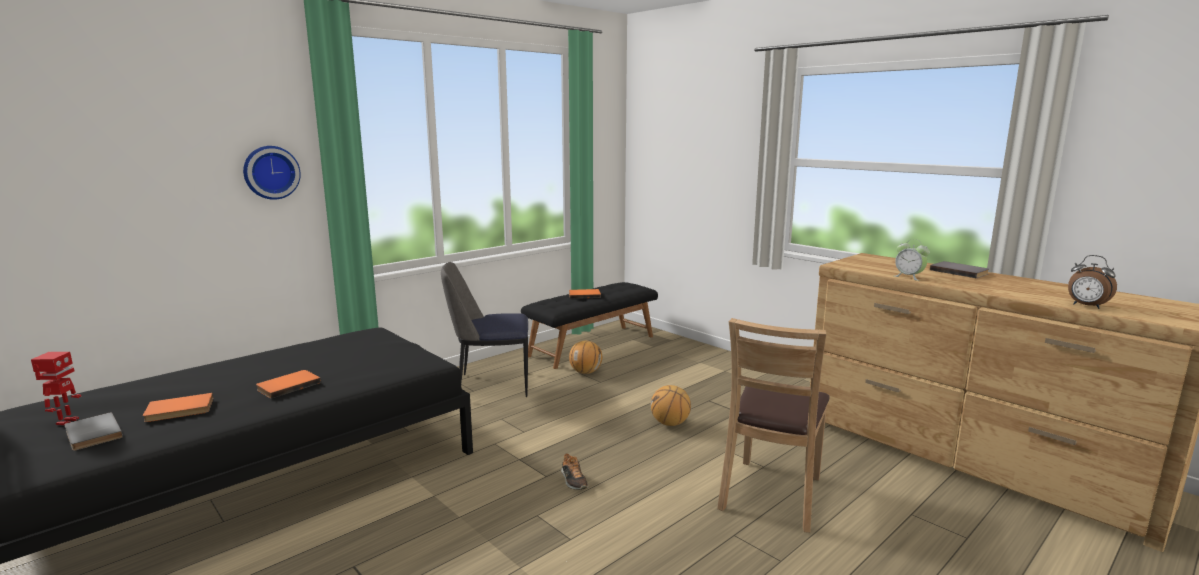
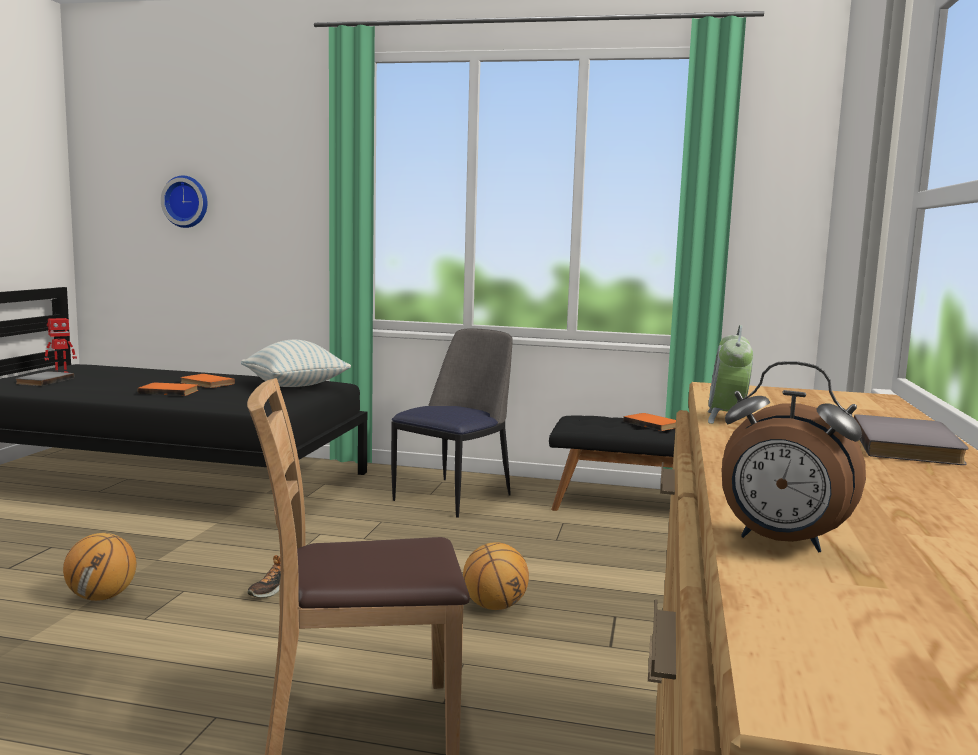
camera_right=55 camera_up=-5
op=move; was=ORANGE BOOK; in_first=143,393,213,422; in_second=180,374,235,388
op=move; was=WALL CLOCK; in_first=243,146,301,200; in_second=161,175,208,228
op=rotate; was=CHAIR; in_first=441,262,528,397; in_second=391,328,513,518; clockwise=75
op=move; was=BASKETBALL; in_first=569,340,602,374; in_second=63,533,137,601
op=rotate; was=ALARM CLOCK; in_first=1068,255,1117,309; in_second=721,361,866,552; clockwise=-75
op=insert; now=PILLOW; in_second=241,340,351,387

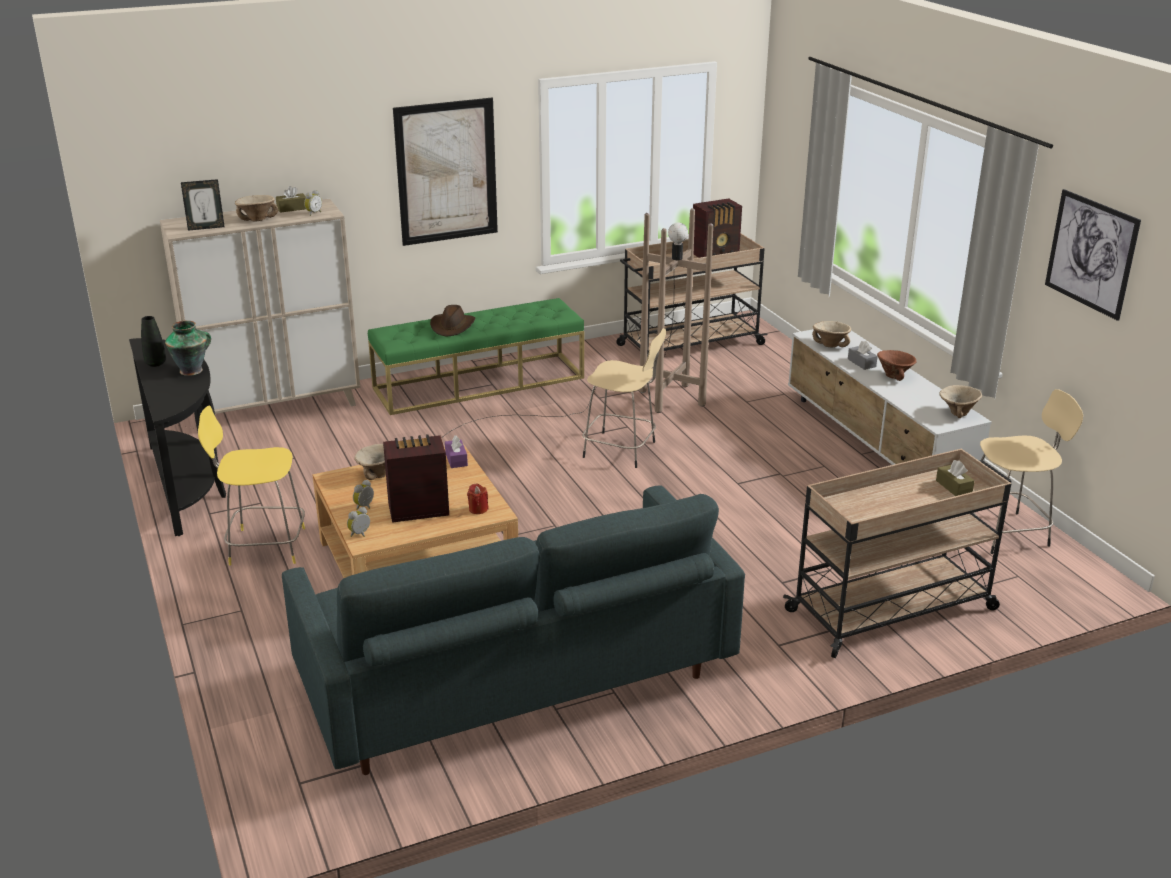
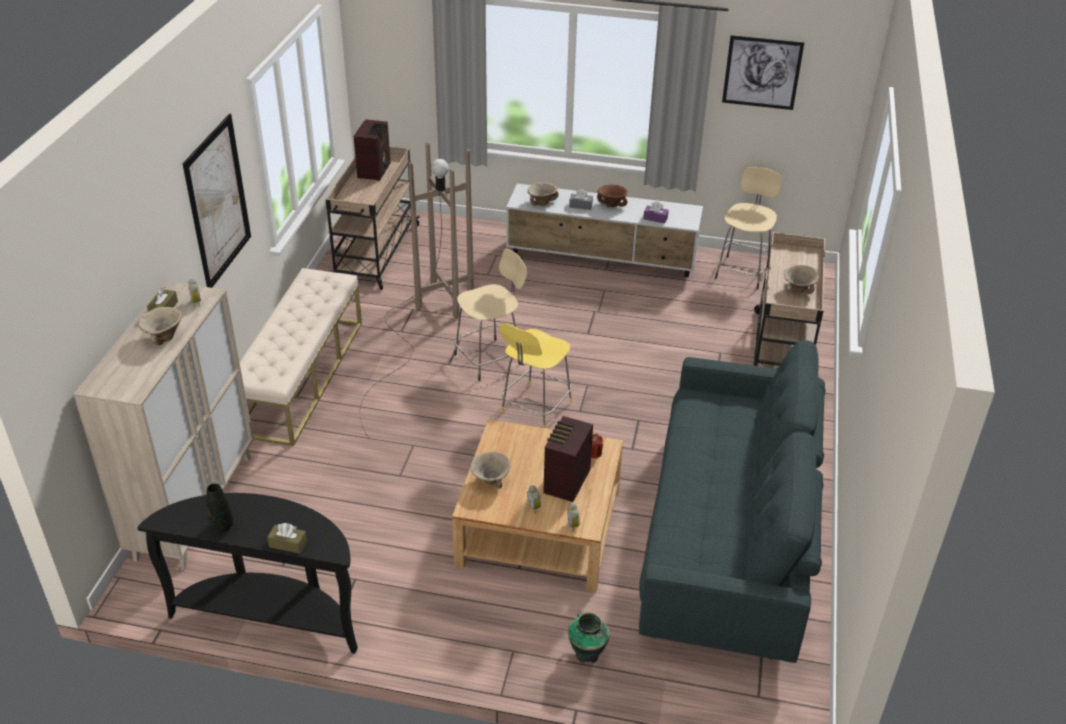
camera_right=-55 camera_up=10
op=move; was=VASE; in_first=165,320,211,376; in_second=568,613,610,665
op=delete; was=PICTURE FRAME; in_first=181,179,225,231
op=move; was=YELLOW STOOL; in_first=198,405,305,565; in_second=499,323,572,428
op=recolor; was=GREEN BENCH; now=BEIGE BENCH; in_first=368,298,584,415; in_second=239,268,362,446
op=delete; was=BROWN HAT; in_first=430,305,475,336
op=move; was=PURPLE TISSUE BOX; in_first=445,435,468,468; in_second=643,202,669,224
op=move; was=BROWN TISSUE BOX; in_first=936,460,975,496; in_second=267,523,307,554
op=move; was=BEIGE BOWL; in_first=939,385,982,418; in_second=784,265,819,294

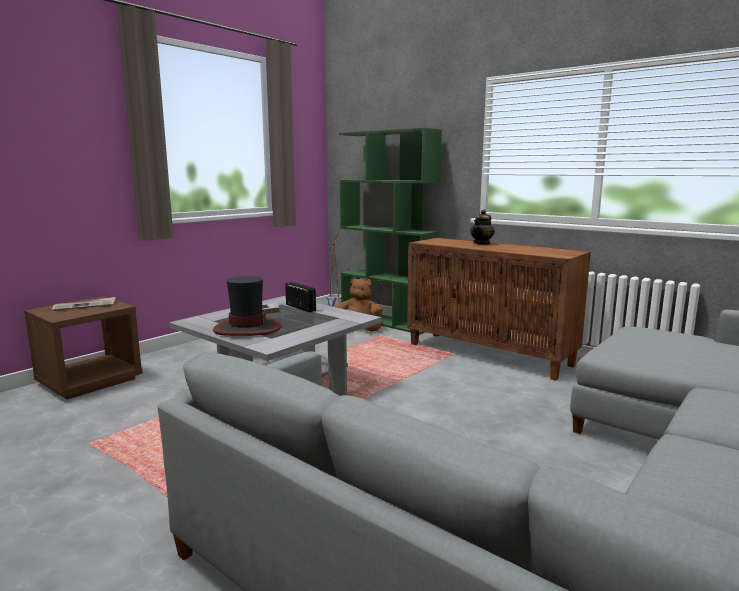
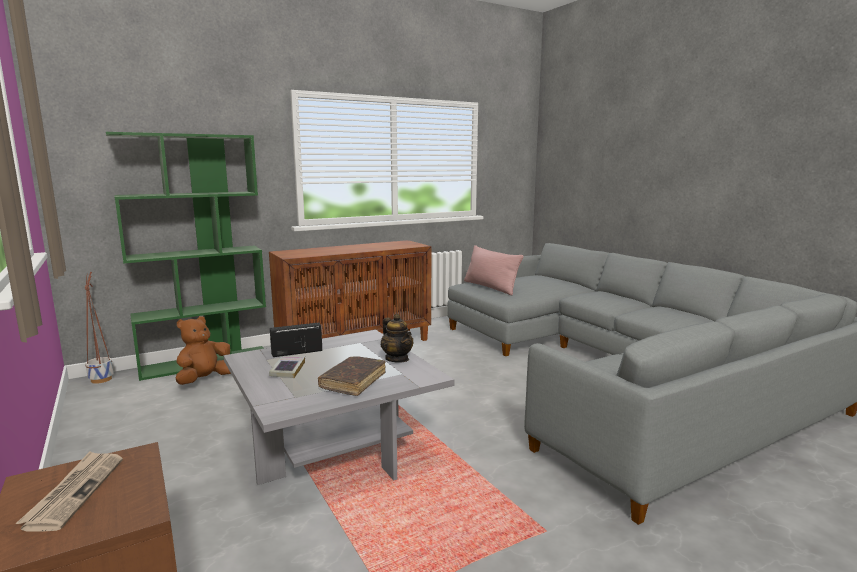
camera_right=-70 camera_up=0
op=replace; was=HAT; now=BROWN BOOK; in_first=213,276,281,336; in_second=318,356,386,396
op=move; was=TEAPOT; in_first=470,209,495,245; in_second=381,314,413,363
op=insert; now=PINK PILLOW; in_second=464,245,524,295

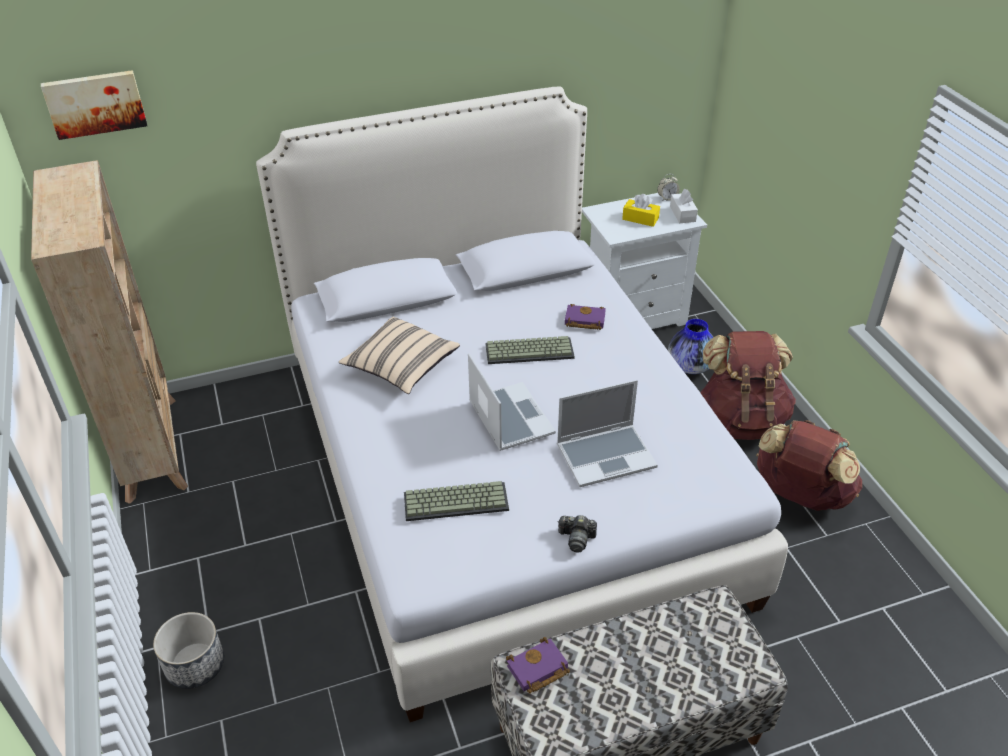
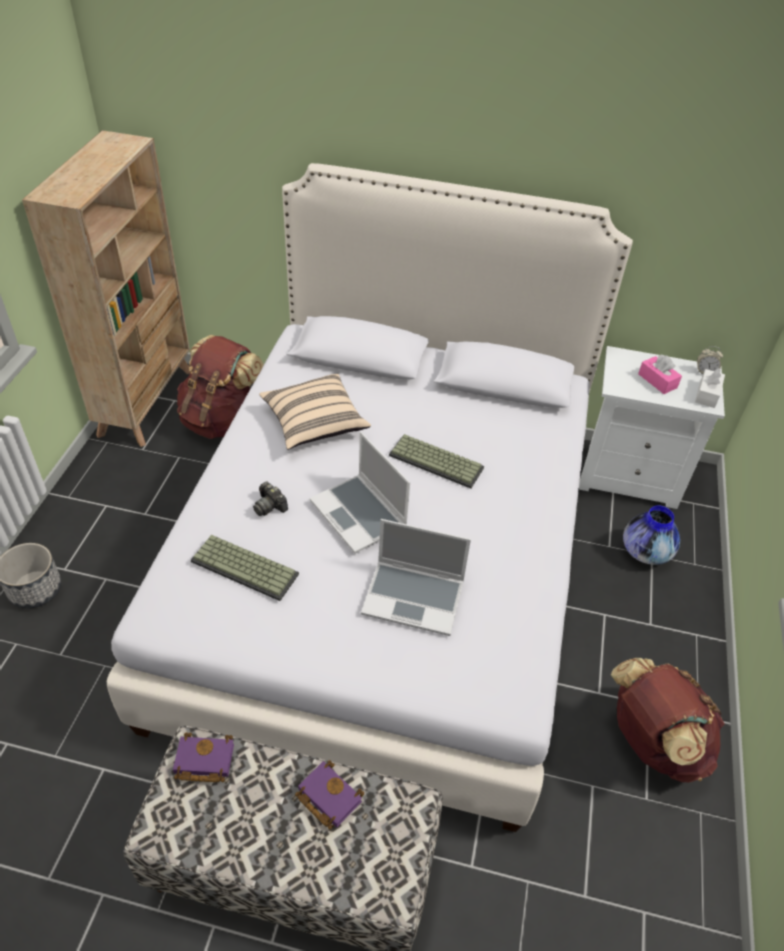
camera_right=30 camera_up=5
op=delete; was=PICTURE; in_first=41,70,147,140
op=rotate; was=LAPTOP; in_first=468,353,556,451; in_second=310,432,410,554; clockwise=135
op=move; was=PHOTO CAMERA; in_first=558,515,597,553; in_second=253,481,288,516
op=move; was=PURPLE BOOK; in_first=565,304,606,330; in_second=295,760,364,830
op=recolor; was=YELLOW TISSUE BOX; now=PINK TISSUE BOX; in_first=622,194,660,227; in_second=638,354,682,394
op=move; was=BROWN BACKPACK; in_first=700,331,796,440; in_second=177,335,264,439

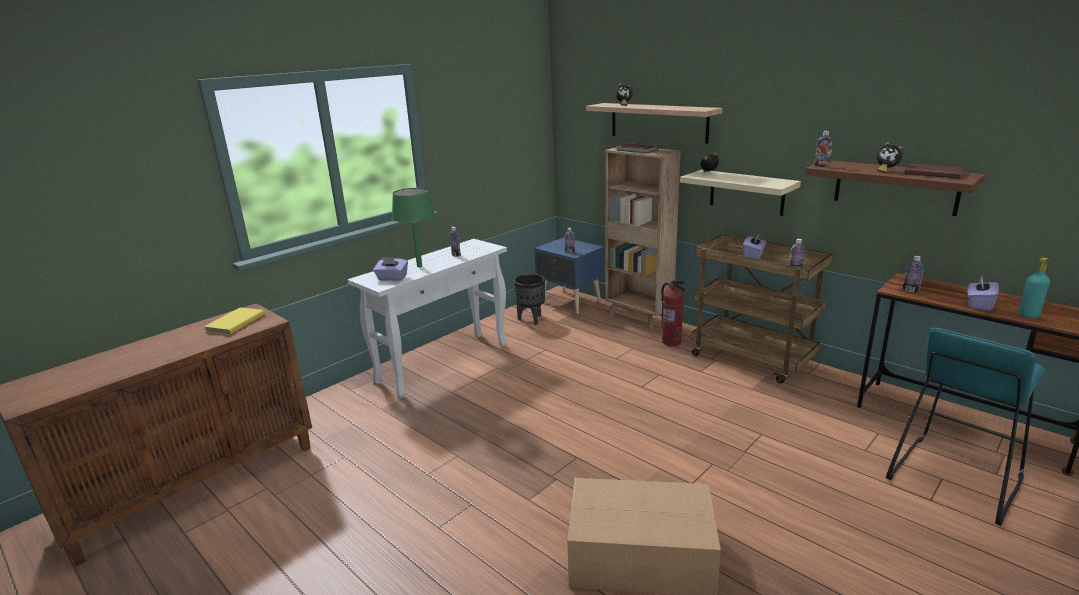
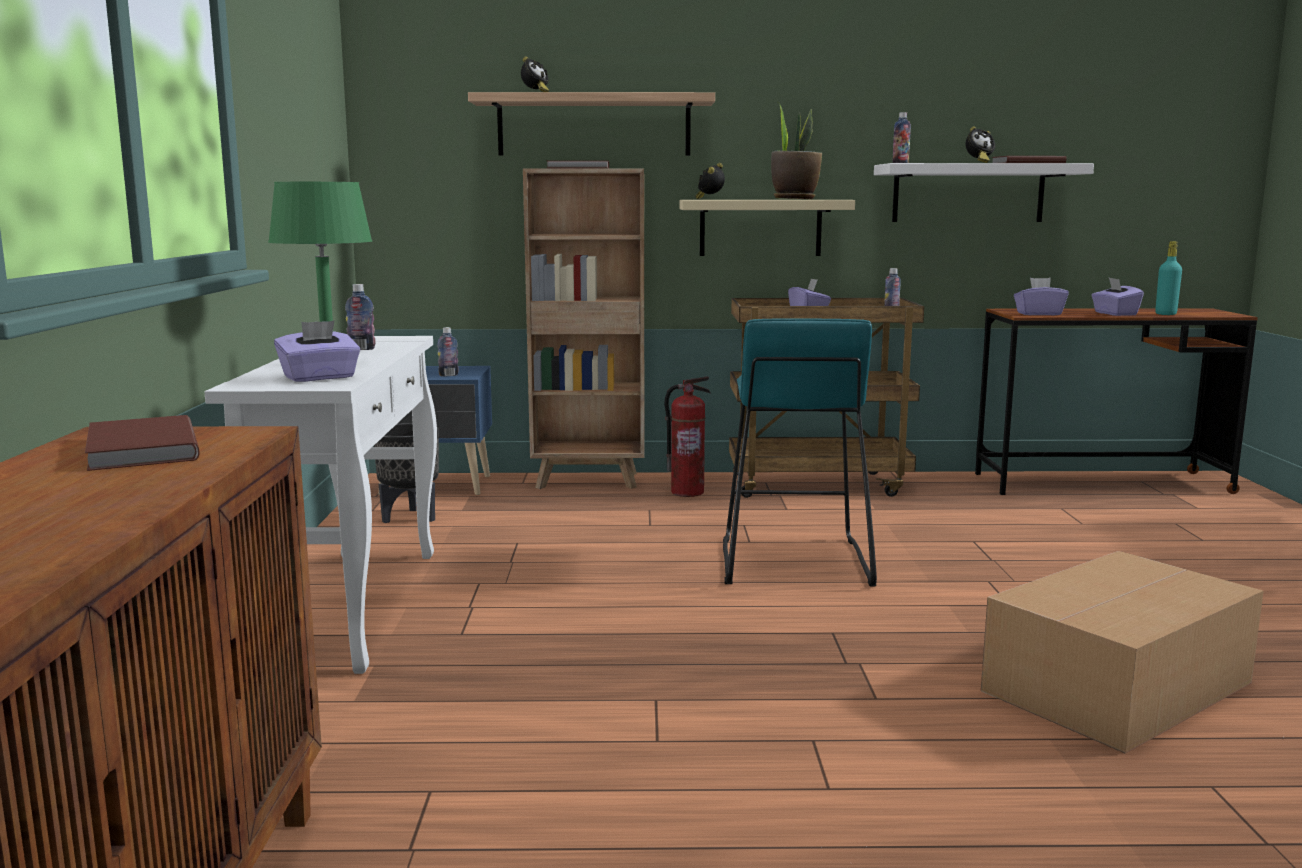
camera_right=-45 camera_up=-10
op=recolor; was=YELLOW BOOK; now=BROWN BOOK; in_first=204,307,265,335; in_second=85,415,200,471
op=recolor; was=BROWN SHELF; now=WHITE SHELF; in_first=805,160,986,216; in_second=874,163,1094,222
op=move; was=TURQUOISE STOOL; in_first=886,328,1045,526; in_second=723,318,877,586
op=replace; was=BOTTLE; now=PURPLE TISSUE BOX; in_first=903,256,924,293; in_second=1014,278,1069,315
op=insert; now=POTTED PLANT; in_second=771,102,822,199

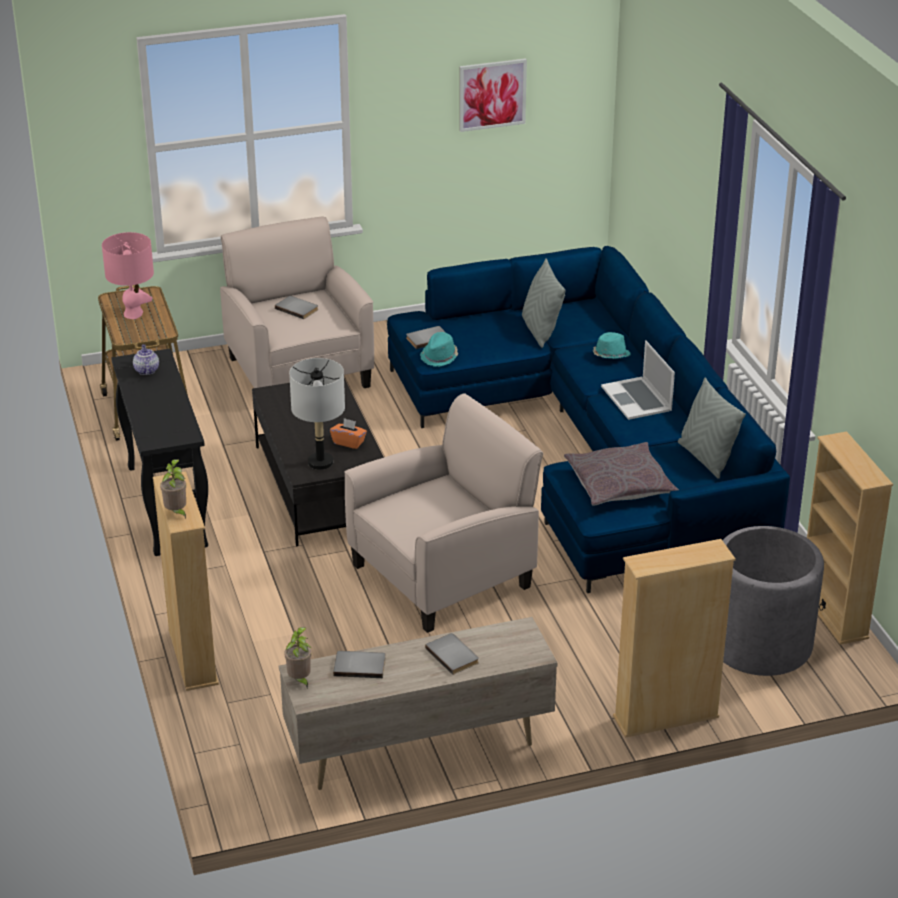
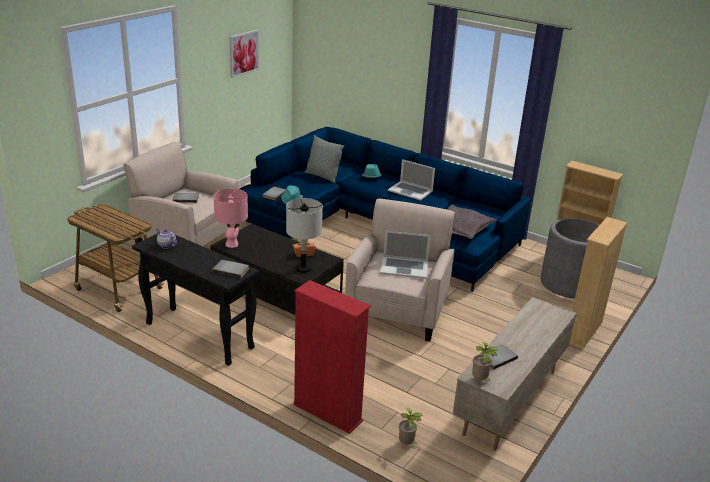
camera_right=-40 camera_up=-5
op=move; was=PINK TABLE LAMP; in_first=102,232,154,319; in_second=213,188,248,248
op=recolor; was=BEIGE BOOKCASE; now=RED BOOKCASE; in_first=153,471,219,691; in_second=293,280,371,434
op=move; was=POTTED PLANT; in_first=160,459,186,519; in_second=399,408,423,444
op=move; was=GREY BOOK; in_first=425,633,479,675; in_second=212,260,249,278
op=delete; was=GREY PILLOW; in_first=678,377,746,479
op=insert; now=LAPTOP; in_second=380,231,431,279

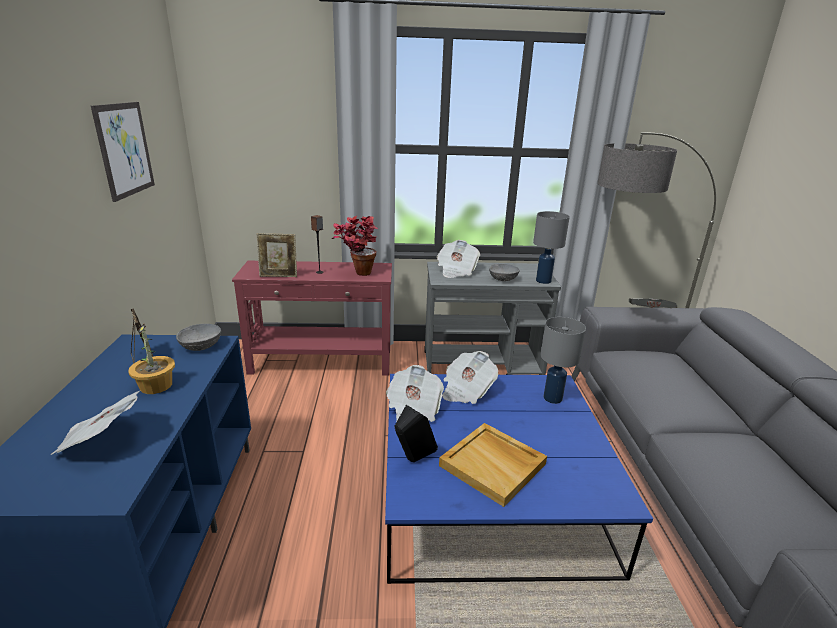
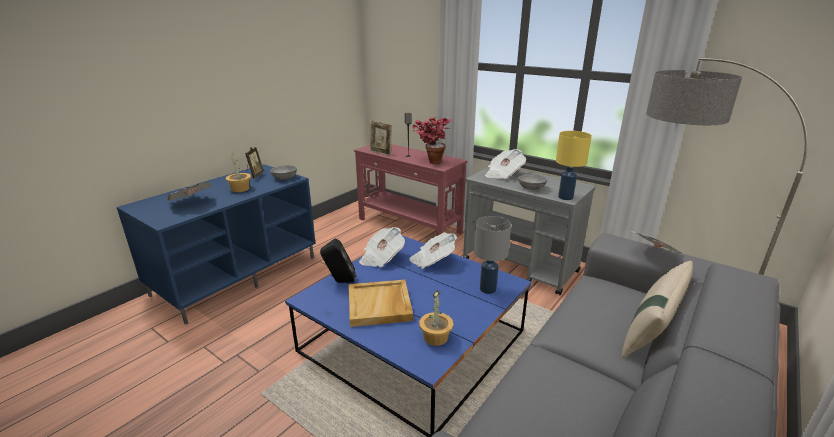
camera_right=40 camera_up=0
op=delete; was=PICTURE; in_first=91,102,155,202
op=recolor; was=GREY TABLE LAMP; now=YELLOW TABLE LAMP; in_first=533,211,570,284; in_second=556,131,592,200
op=insert; now=POTTED PLANT; in_second=419,290,453,346
op=insert; now=BEIGE PILLOW; in_second=621,261,693,357

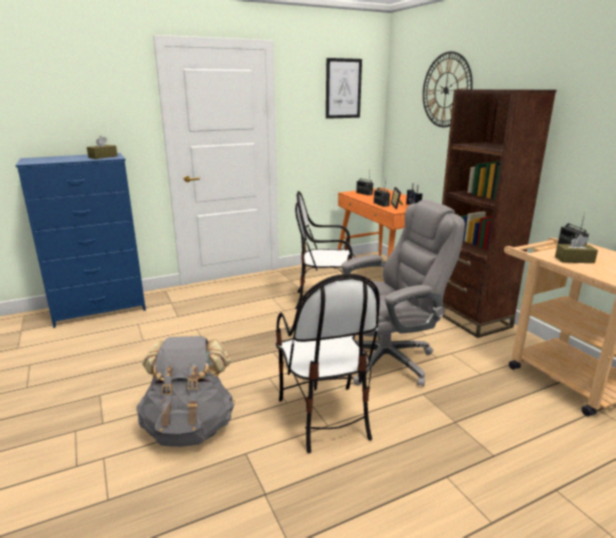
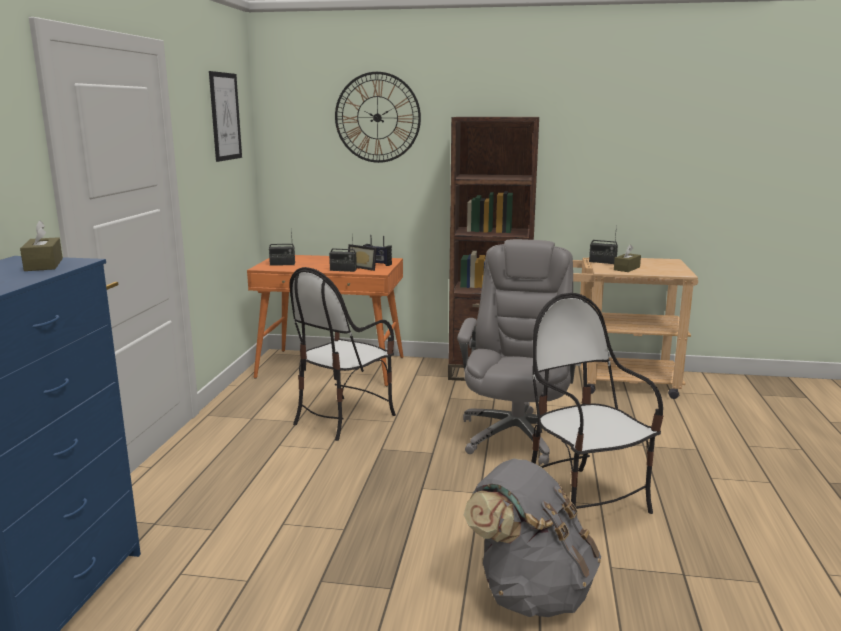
camera_right=-55 camera_up=-5
op=rotate; was=CHAIR; in_first=276,274,380,453; in_second=531,293,663,514; clockwise=-135

